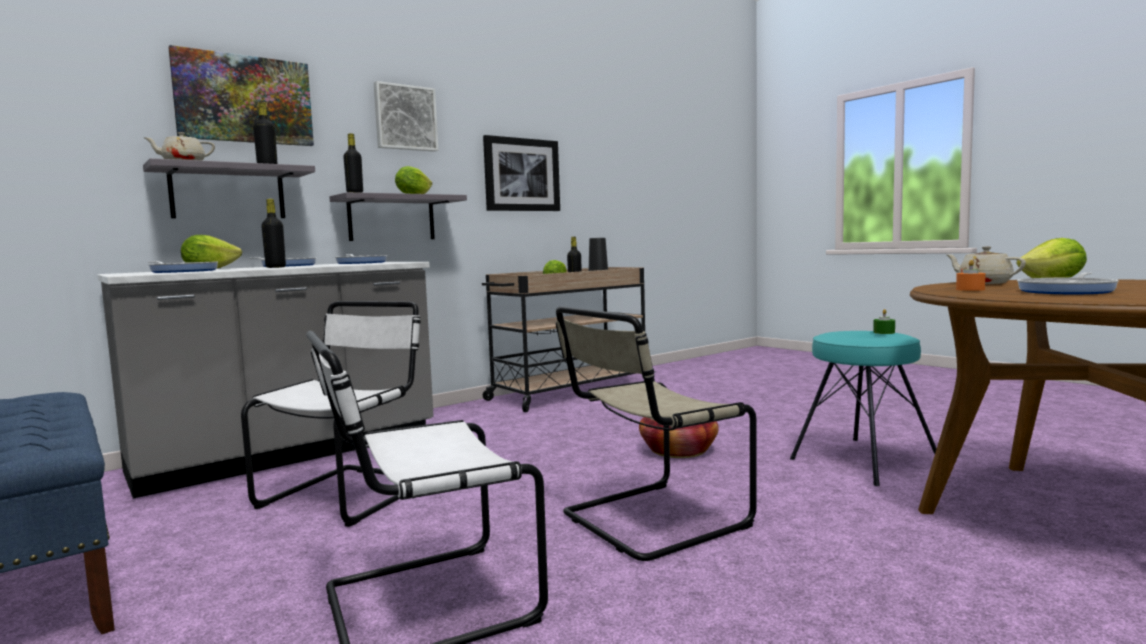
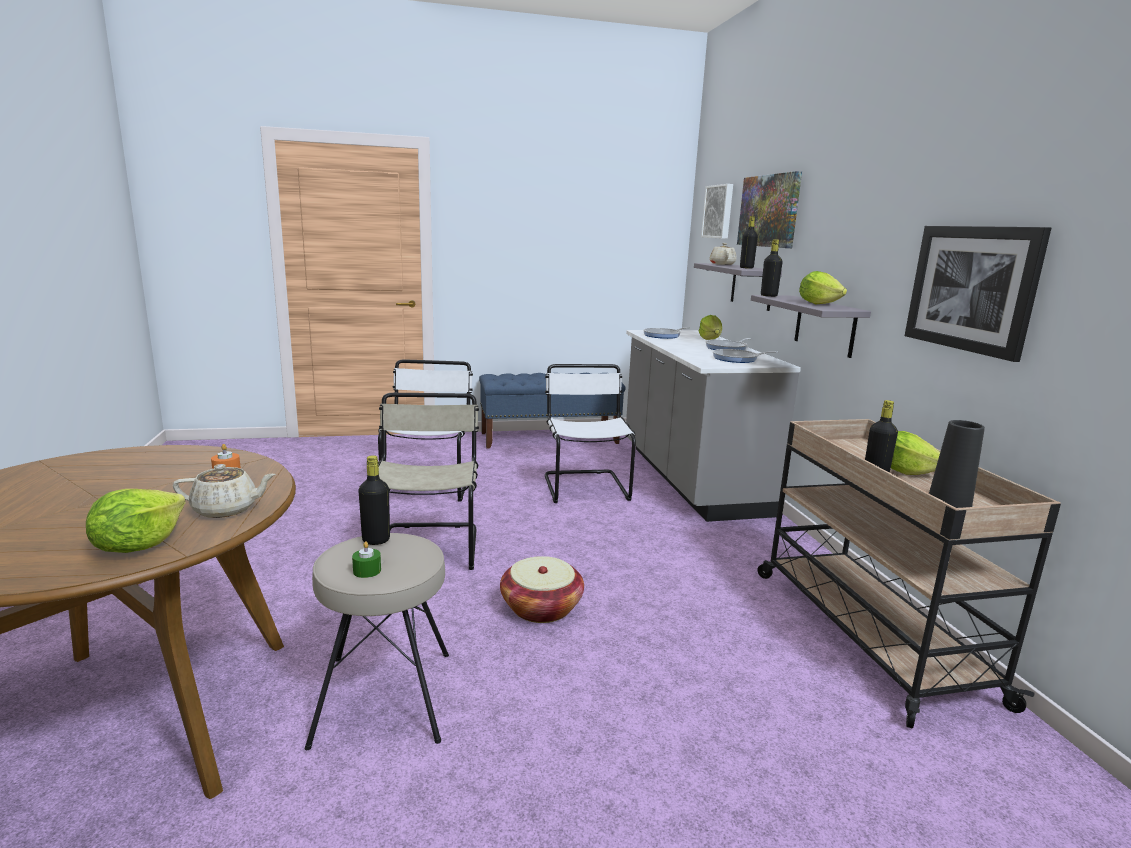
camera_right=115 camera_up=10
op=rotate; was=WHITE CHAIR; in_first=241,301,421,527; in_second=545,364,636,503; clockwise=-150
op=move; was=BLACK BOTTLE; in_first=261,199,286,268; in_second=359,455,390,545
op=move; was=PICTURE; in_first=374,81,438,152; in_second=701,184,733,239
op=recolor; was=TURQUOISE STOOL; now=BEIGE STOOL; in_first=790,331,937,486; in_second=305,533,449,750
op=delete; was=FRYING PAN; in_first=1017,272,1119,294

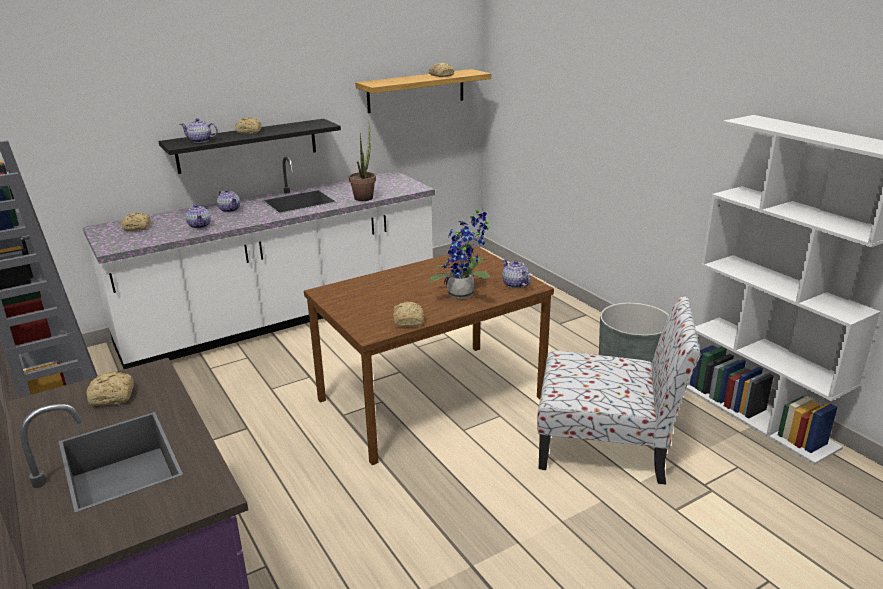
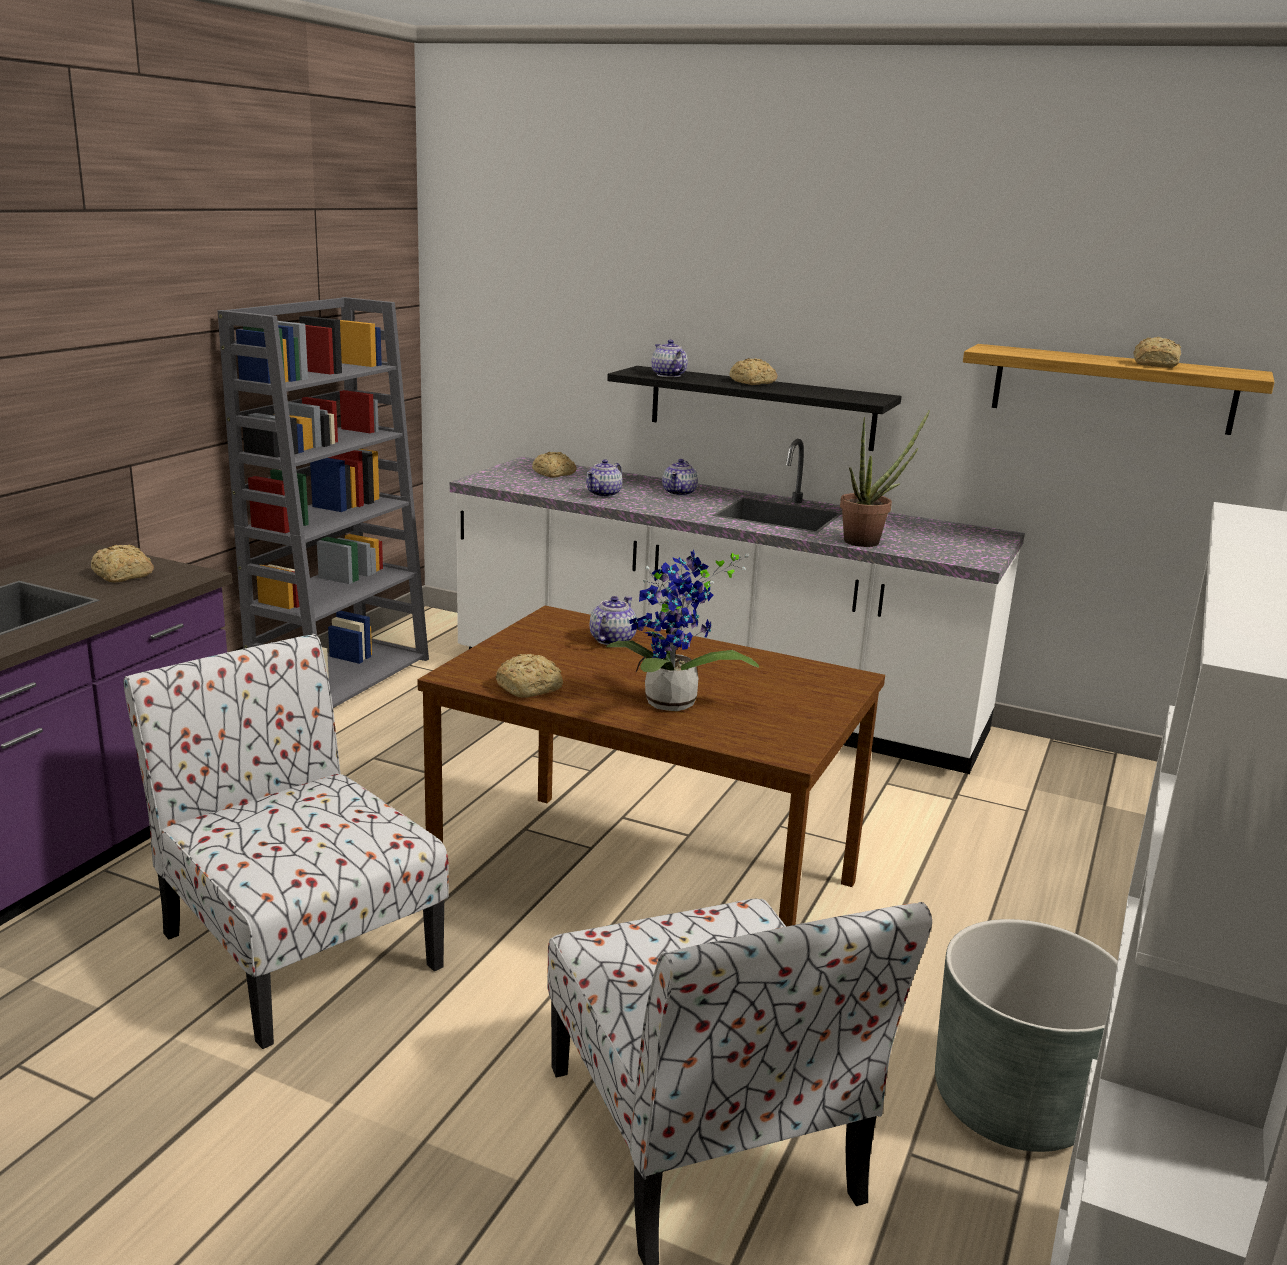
camera_right=55 camera_up=-5
op=move; was=TEAPOT; in_first=502,259,531,288; in_second=590,596,637,645
op=insert; now=CHAIR; in_second=123,634,449,1049

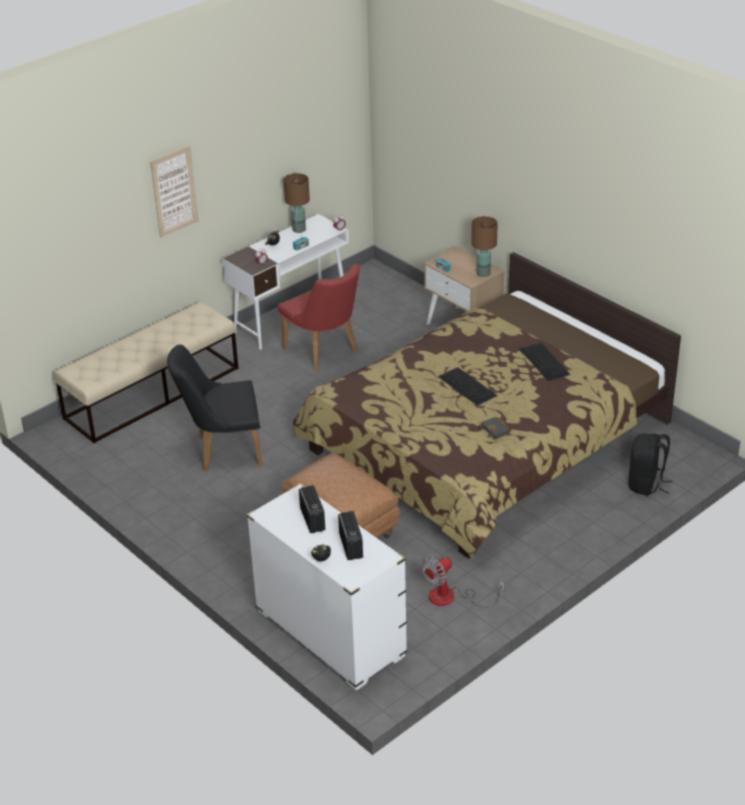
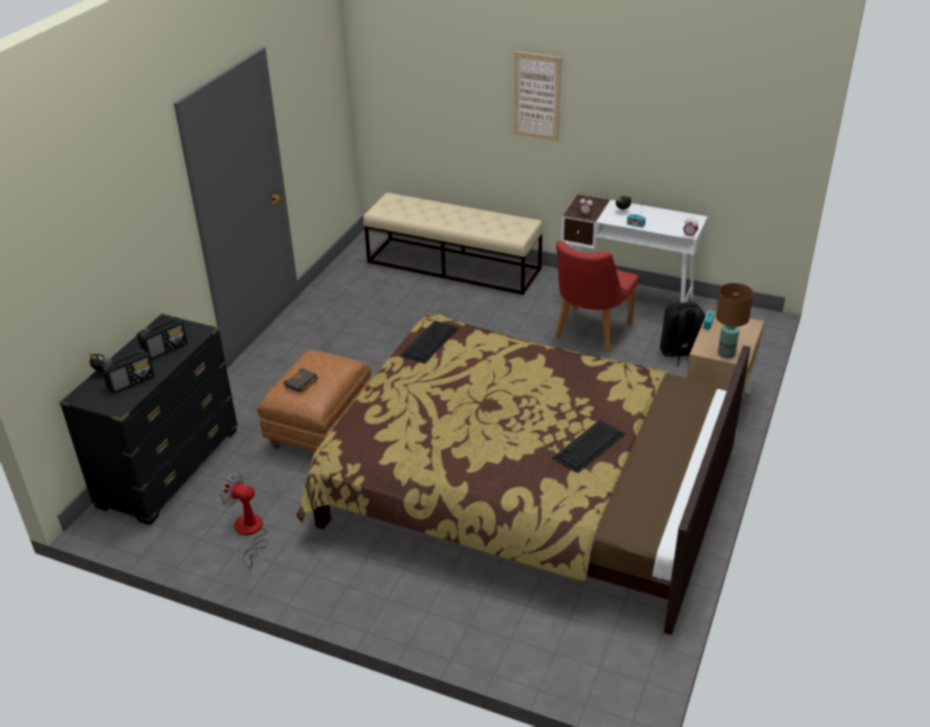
camera_right=65 camera_up=0
op=delete; was=BLACK CHAIR; in_first=167,345,263,471
op=recolor; was=WHITE DRESSER; now=BLACK DRESSER; in_first=247,483,407,691; in_second=59,313,238,525
op=delete; was=BROWN TABLE LAMP; in_first=284,173,310,233
op=move; was=KEYBOARD; in_first=438,367,497,406; in_second=400,321,459,364
op=move; was=BLACK BOOK; in_first=479,417,511,439; in_second=283,369,319,392
op=move; was=BLACK BACKPACK; in_first=628,434,673,496; in_second=660,302,705,366

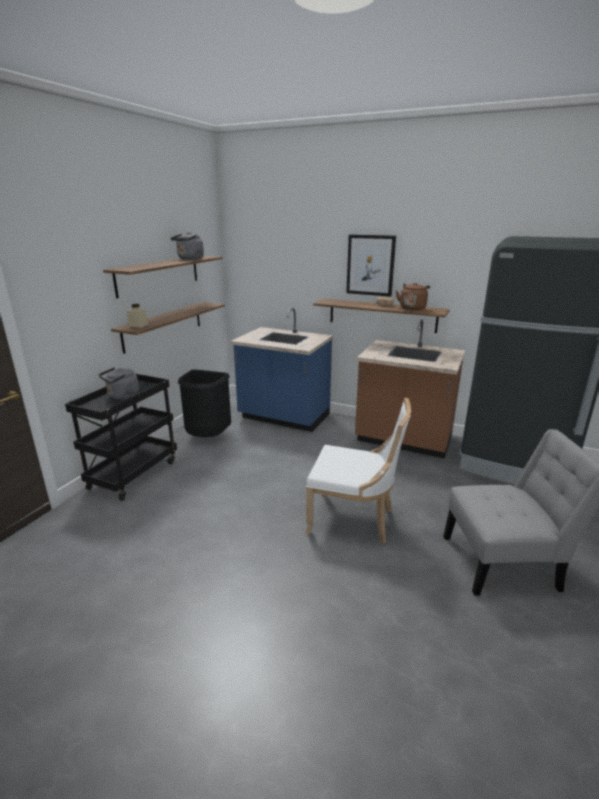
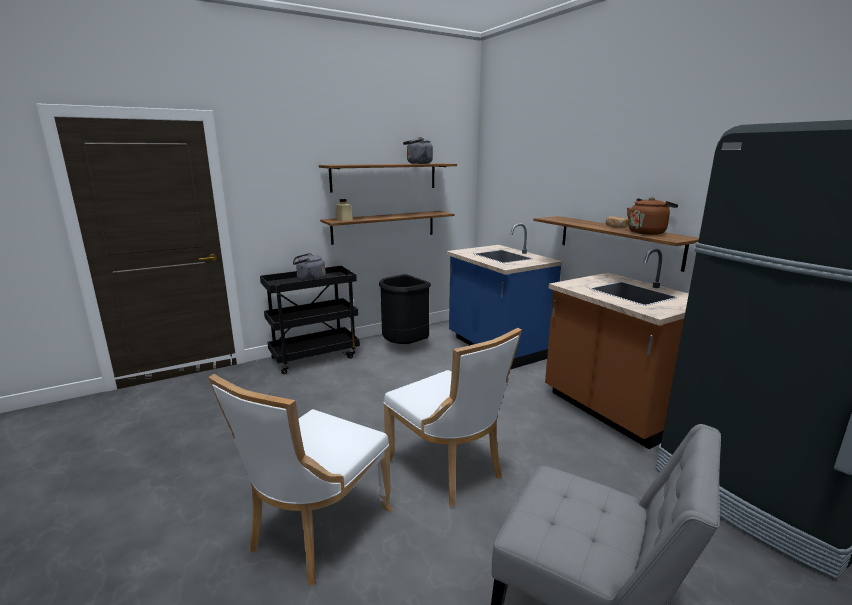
camera_right=35 camera_up=-5
op=delete; was=PICTURE; in_first=346,235,396,297
op=insert; now=WHITE CHAIR; in_second=208,374,392,585

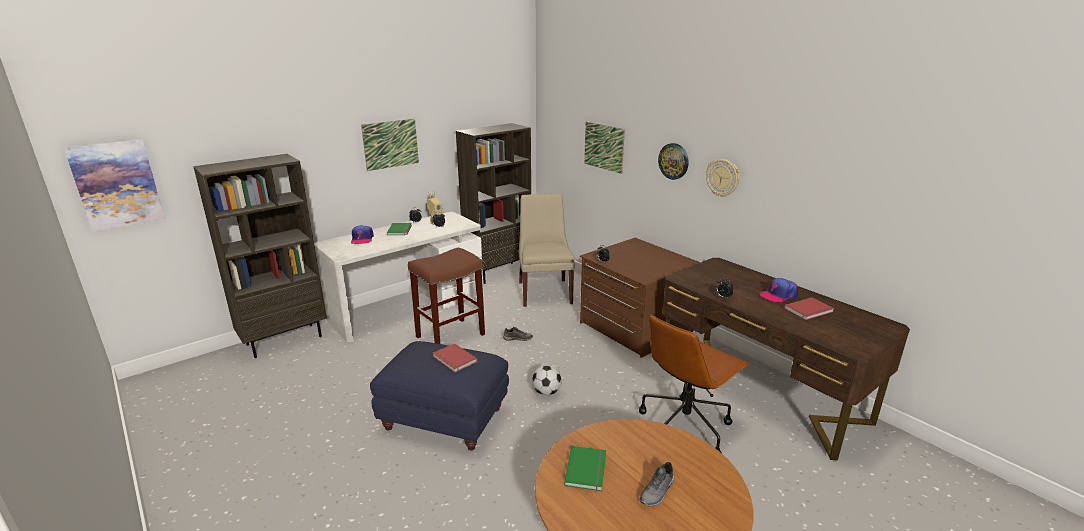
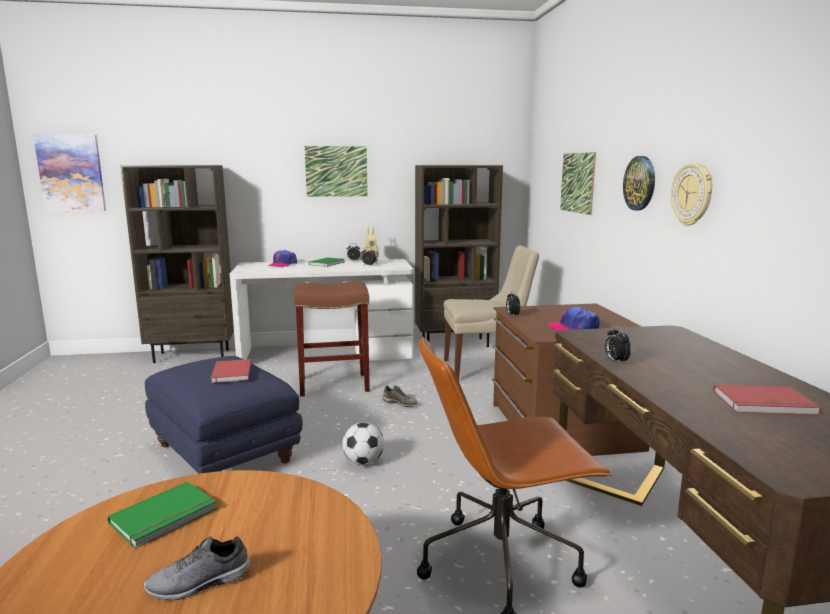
camera_right=30 camera_up=-10
op=rotate; was=BEIGE CHAIR; in_first=519,194,575,307; in_second=444,245,539,381; clockwise=60
op=move; was=CAP; in_first=760,278,798,302; in_second=548,307,600,331

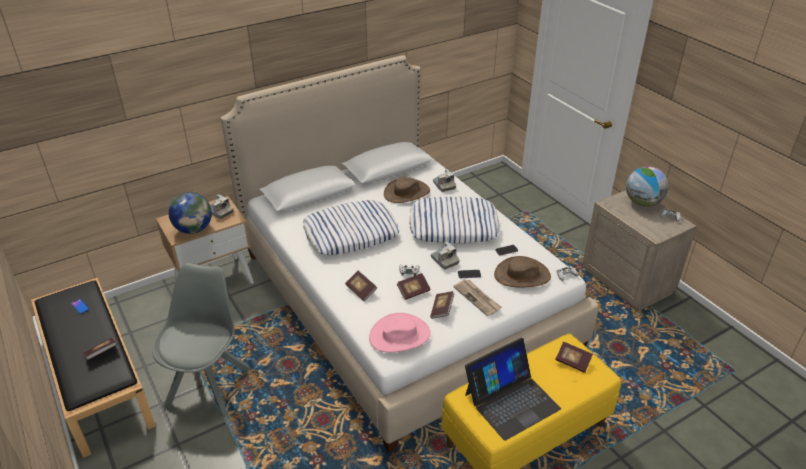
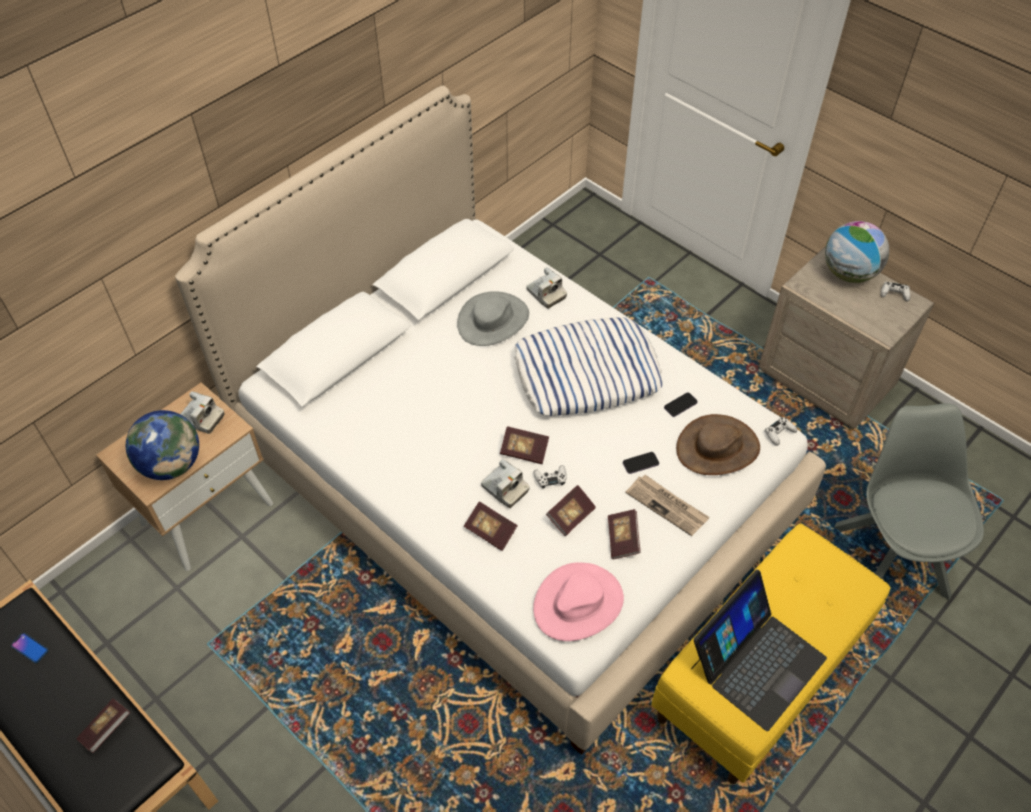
camera_right=-15 camera_up=15
op=move; was=GREY CHAIR; in_first=152,263,250,418; in_second=834,403,984,600
op=delete; was=PILLOW; in_first=303,200,399,255
op=recolor; was=BROWN HAT; now=GREY HAT; in_first=384,177,430,203; in_second=457,291,529,346
op=move; was=PHOTO CAMERA; in_first=431,241,460,270; in_second=481,459,530,508
op=move; was=BOOK; in_first=555,342,593,373; in_second=500,426,549,464

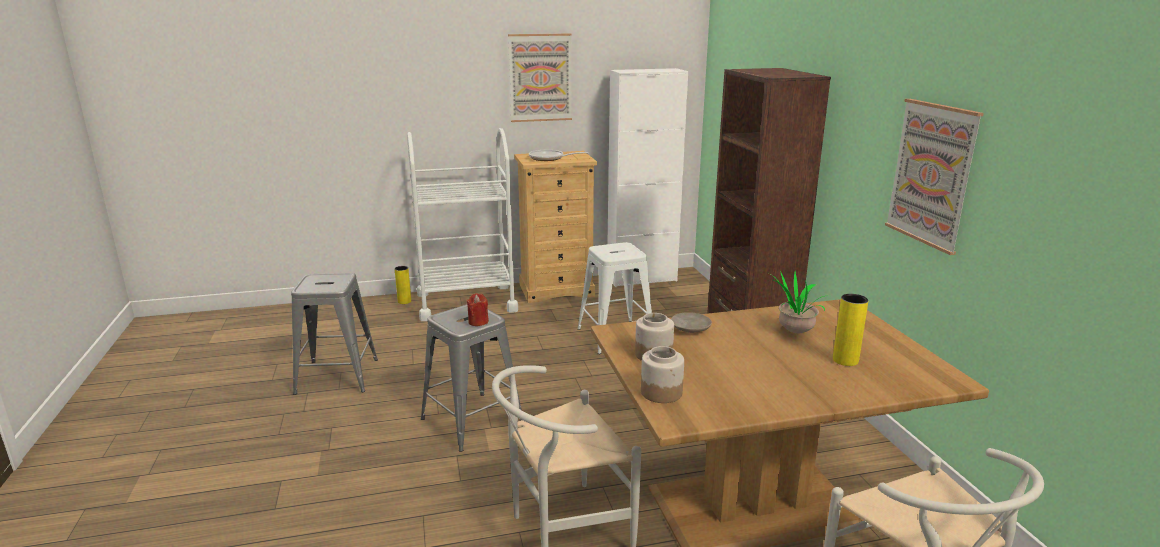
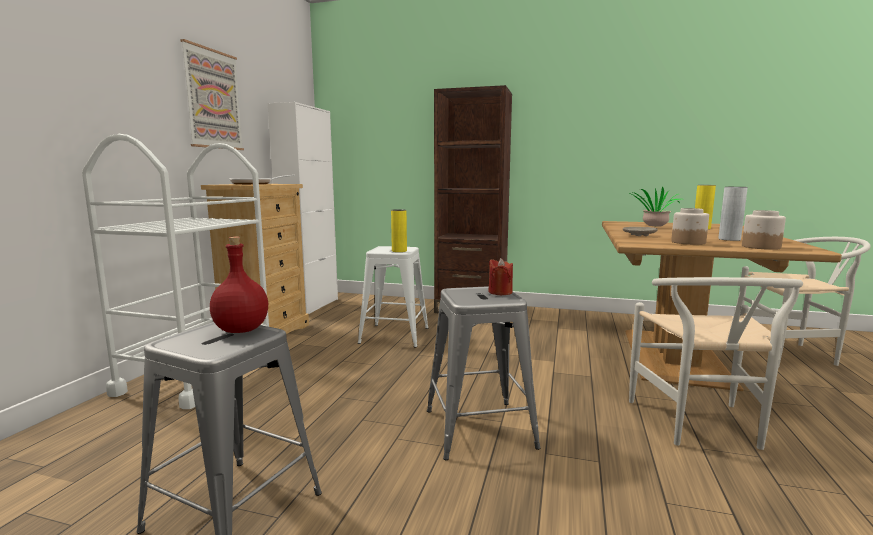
camera_right=-60 camera_up=-10
op=move; was=YELLOW VASE; in_first=395,266,411,304; in_second=391,209,407,252
op=delete; was=PICTURE; in_first=885,99,984,255
op=insert; now=RED BOTTLE; in_second=210,237,268,333
op=insert; now=GREY VASE; in_second=719,187,748,241

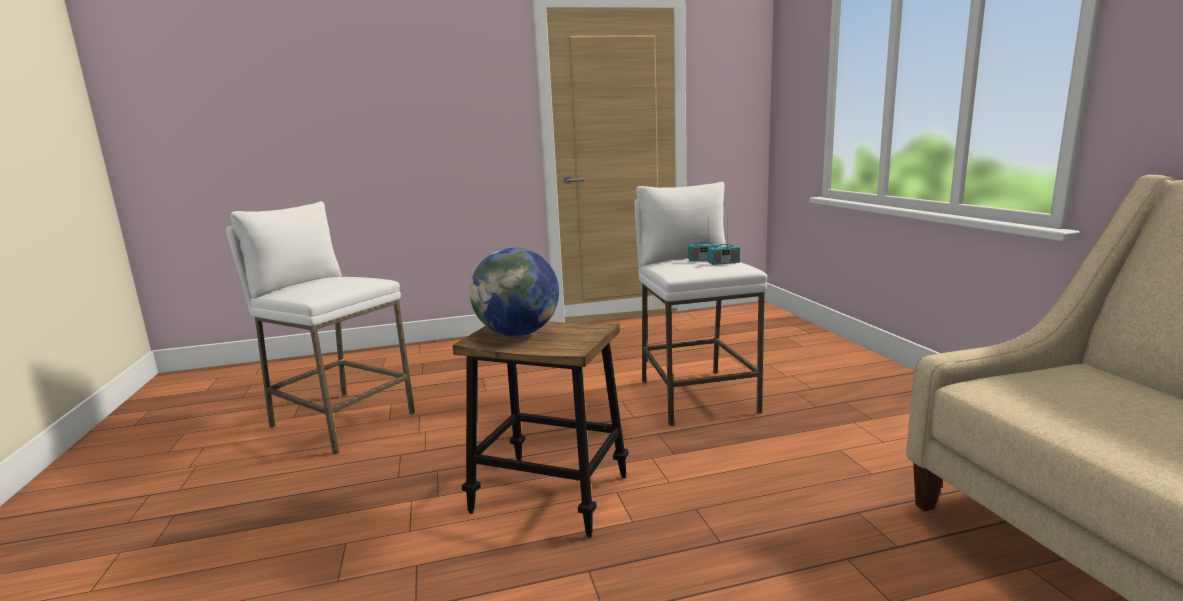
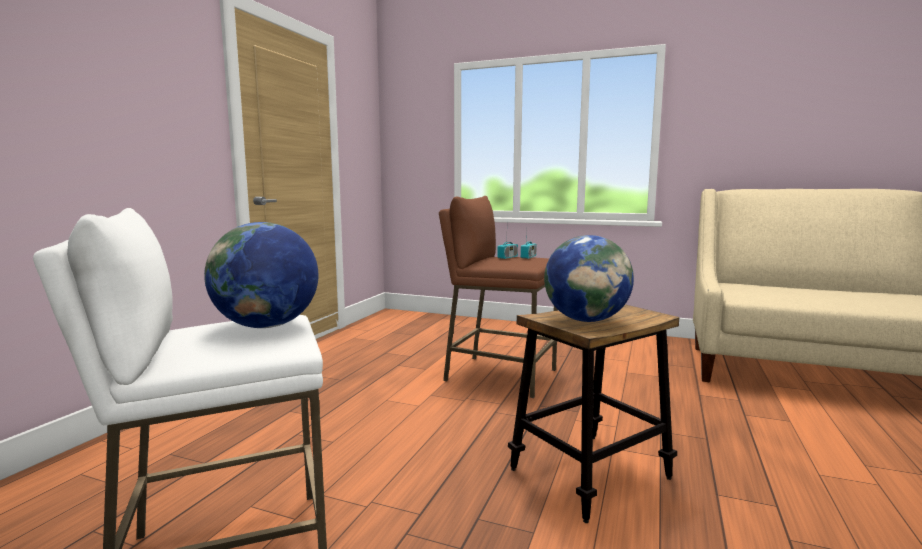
camera_right=-55 camera_up=-5
op=recolor; was=WHITE STOOL; now=BROWN STOOL; in_first=635,182,767,426; in_second=439,196,558,398
op=insert; now=GLOBE; in_second=204,222,318,328

